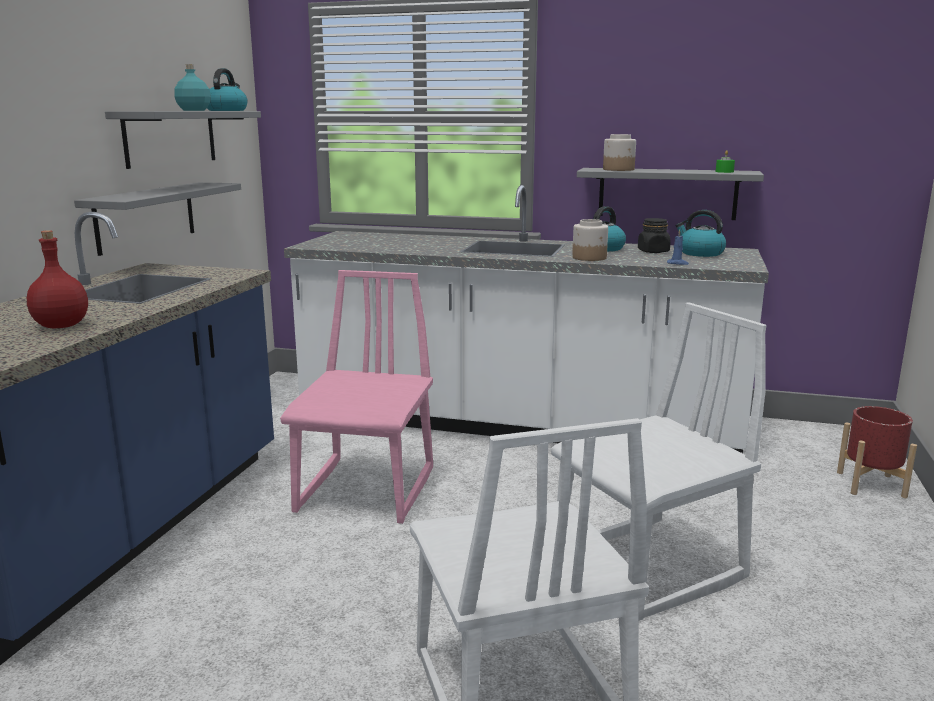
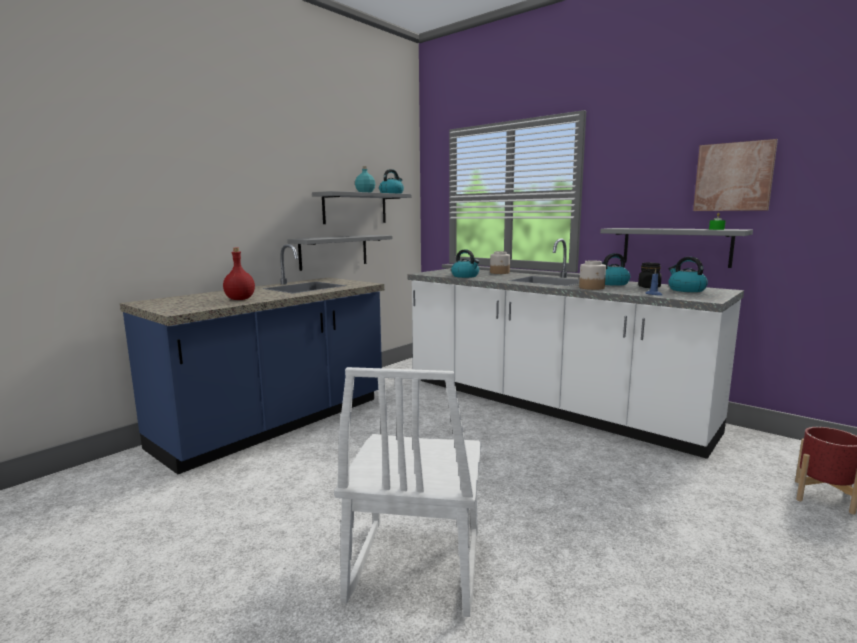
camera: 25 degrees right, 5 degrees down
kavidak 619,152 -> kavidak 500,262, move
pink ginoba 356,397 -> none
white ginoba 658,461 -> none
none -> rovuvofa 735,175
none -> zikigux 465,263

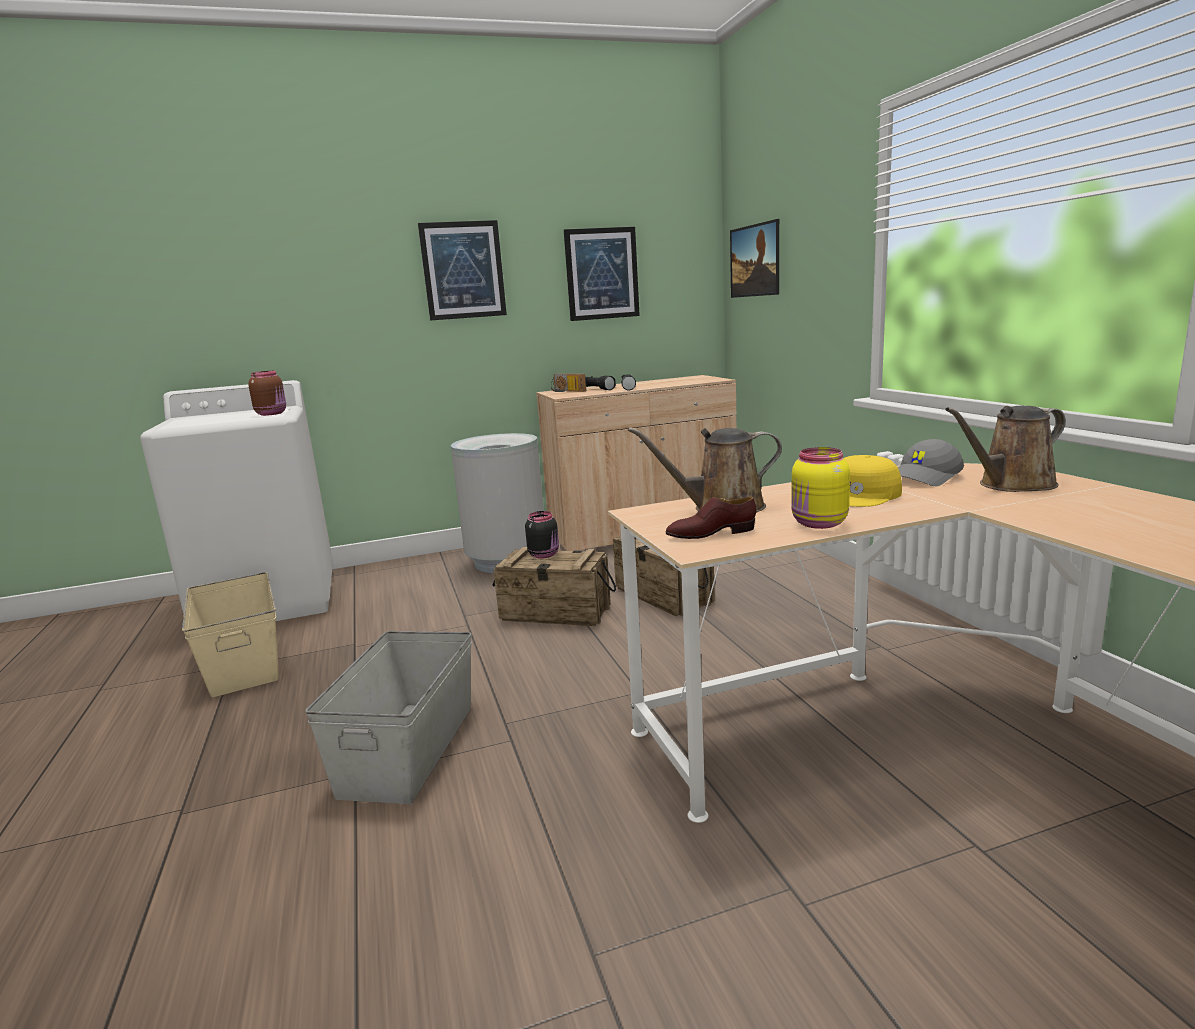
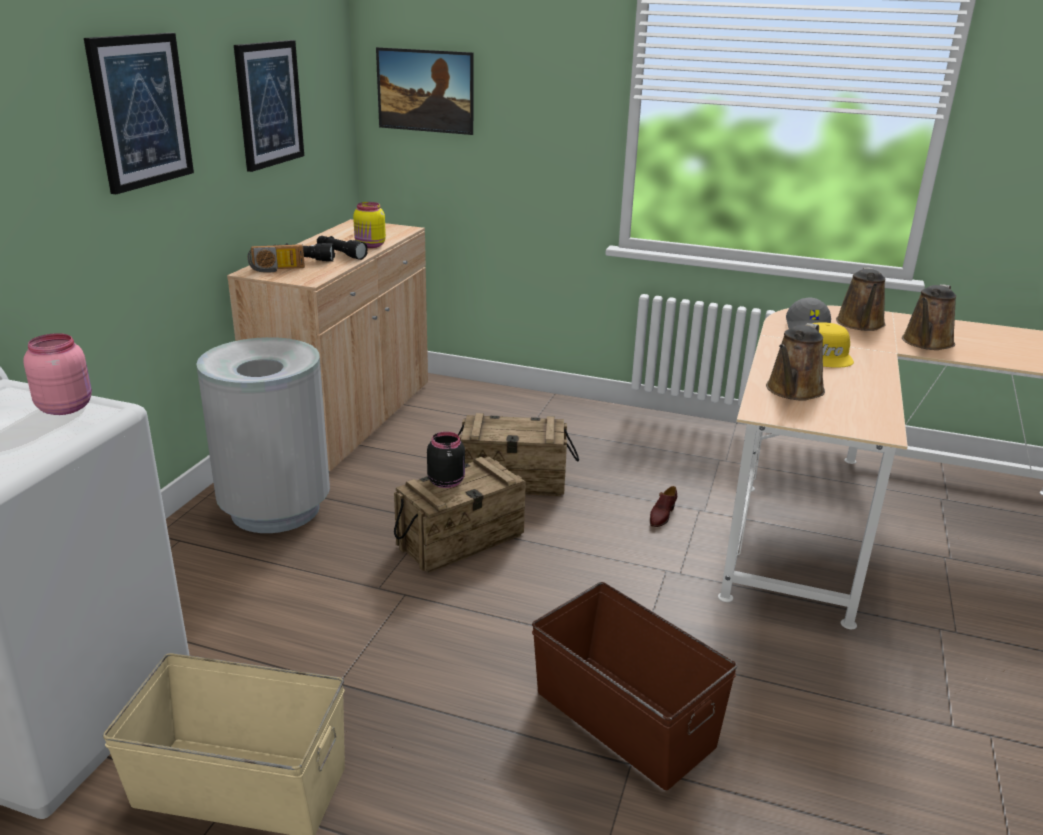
camera: 55 degrees left, 10 degrees up
brown kavidak 267,393 -> pink kavidak 57,374
yellow kavidak 820,488 -> yellow kavidak 369,225, move
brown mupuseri 710,518 -> brown mupuseri 663,506, move
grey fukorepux 388,717 -> brown fukorepux 635,686
none -> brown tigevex 929,317

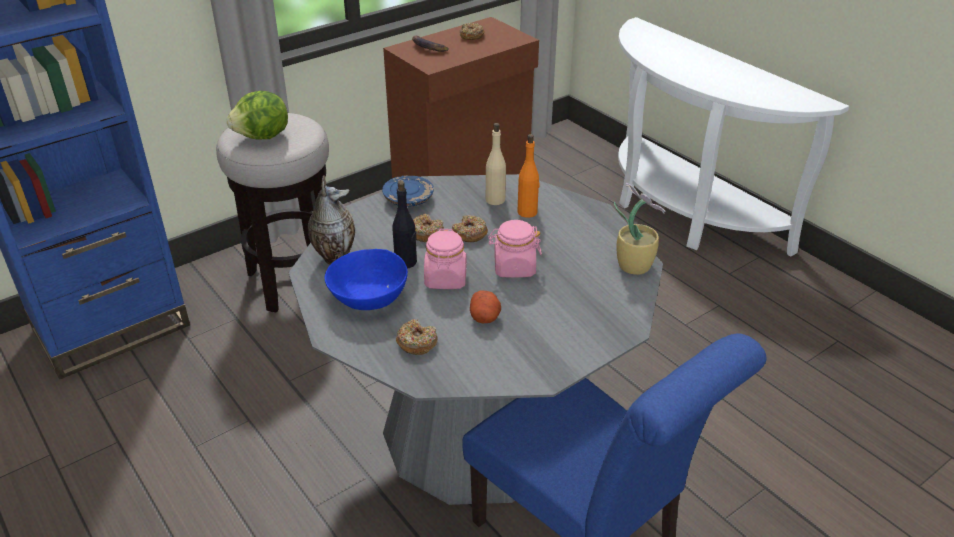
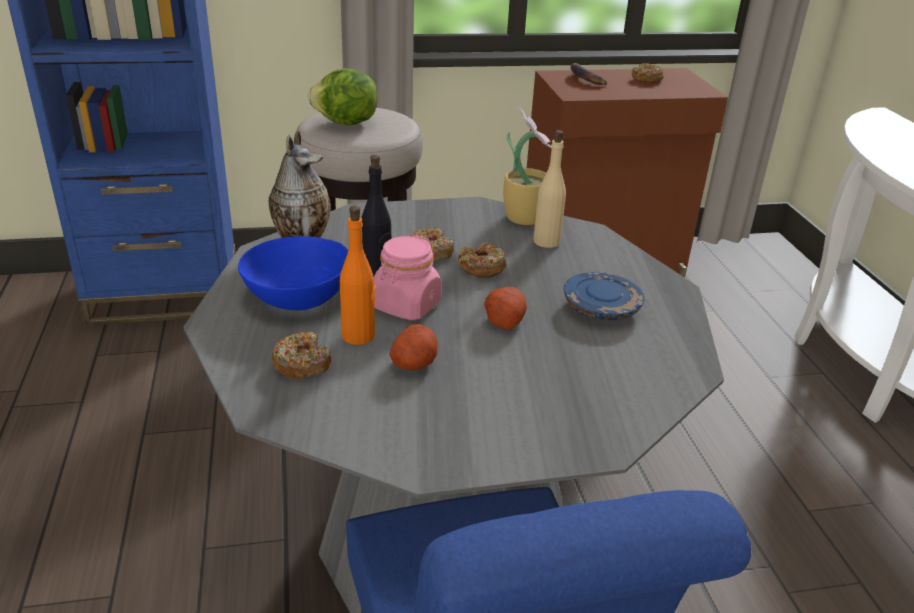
camera: 25 degrees right, 5 degrees down
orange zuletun 528,176 -> orange zuletun 358,275, move
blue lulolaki 408,191 -> blue lulolaki 604,296, move
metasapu 640,229 -> metasapu 527,165, move
pink kavidak 515,249 -> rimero 505,308

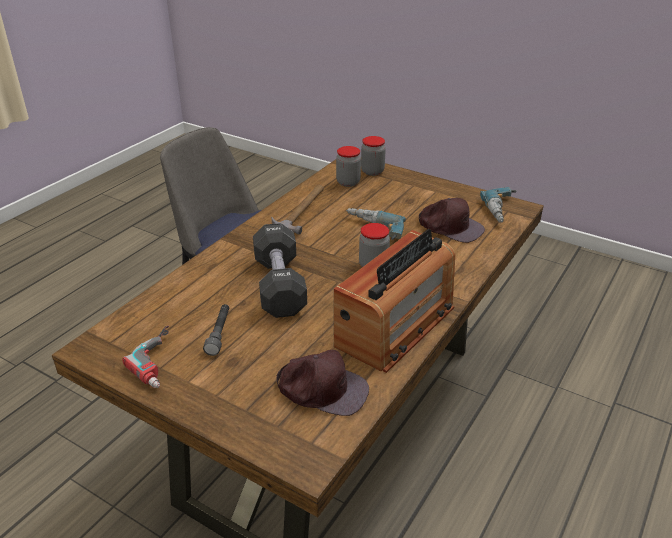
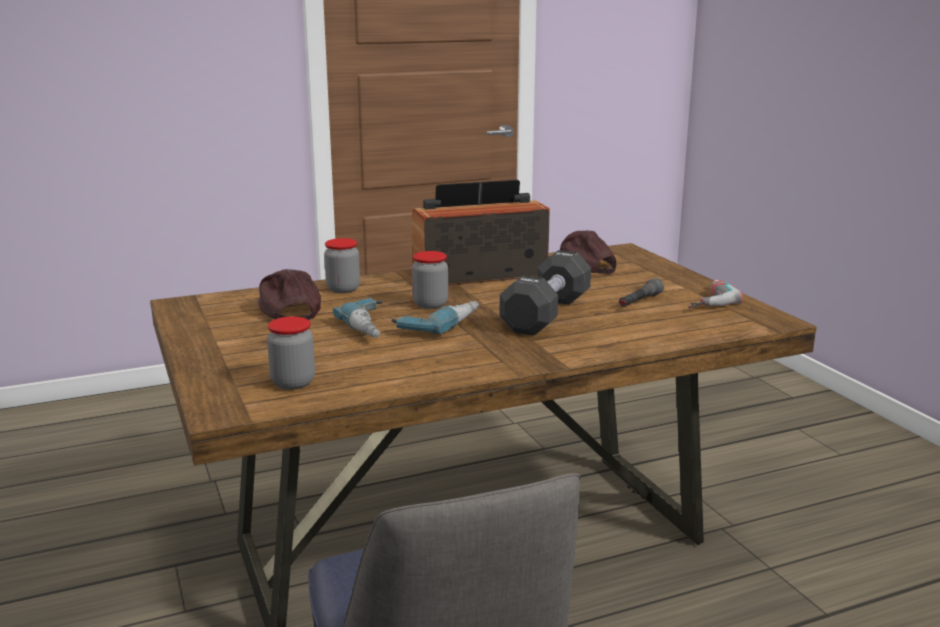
camera: 145 degrees left, 15 degrees down
kavidak 373,156 -> kavidak 342,265, move
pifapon 297,210 -> none
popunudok 498,205 -> popunudok 435,317, move

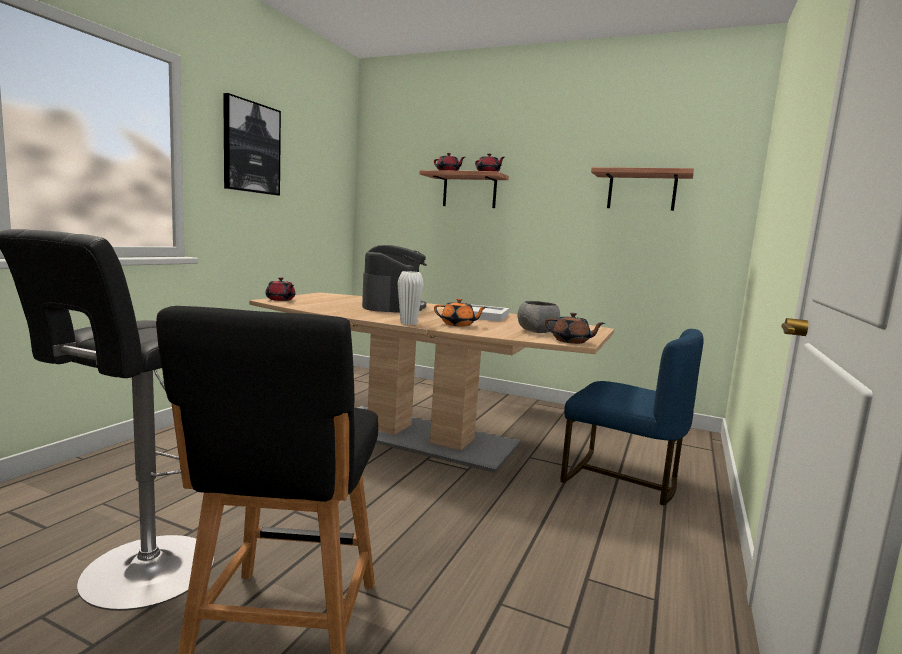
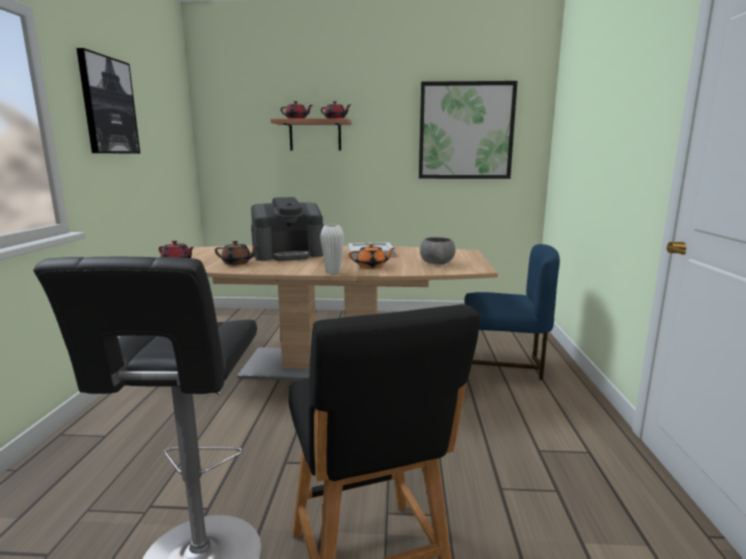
camera: 20 degrees left, 5 degrees up
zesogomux 642,189 -> rovuvofa 468,130
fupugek 394,279 -> fupugek 287,229, 90 degrees clockwise
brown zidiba 575,328 -> brown zidiba 237,253, move

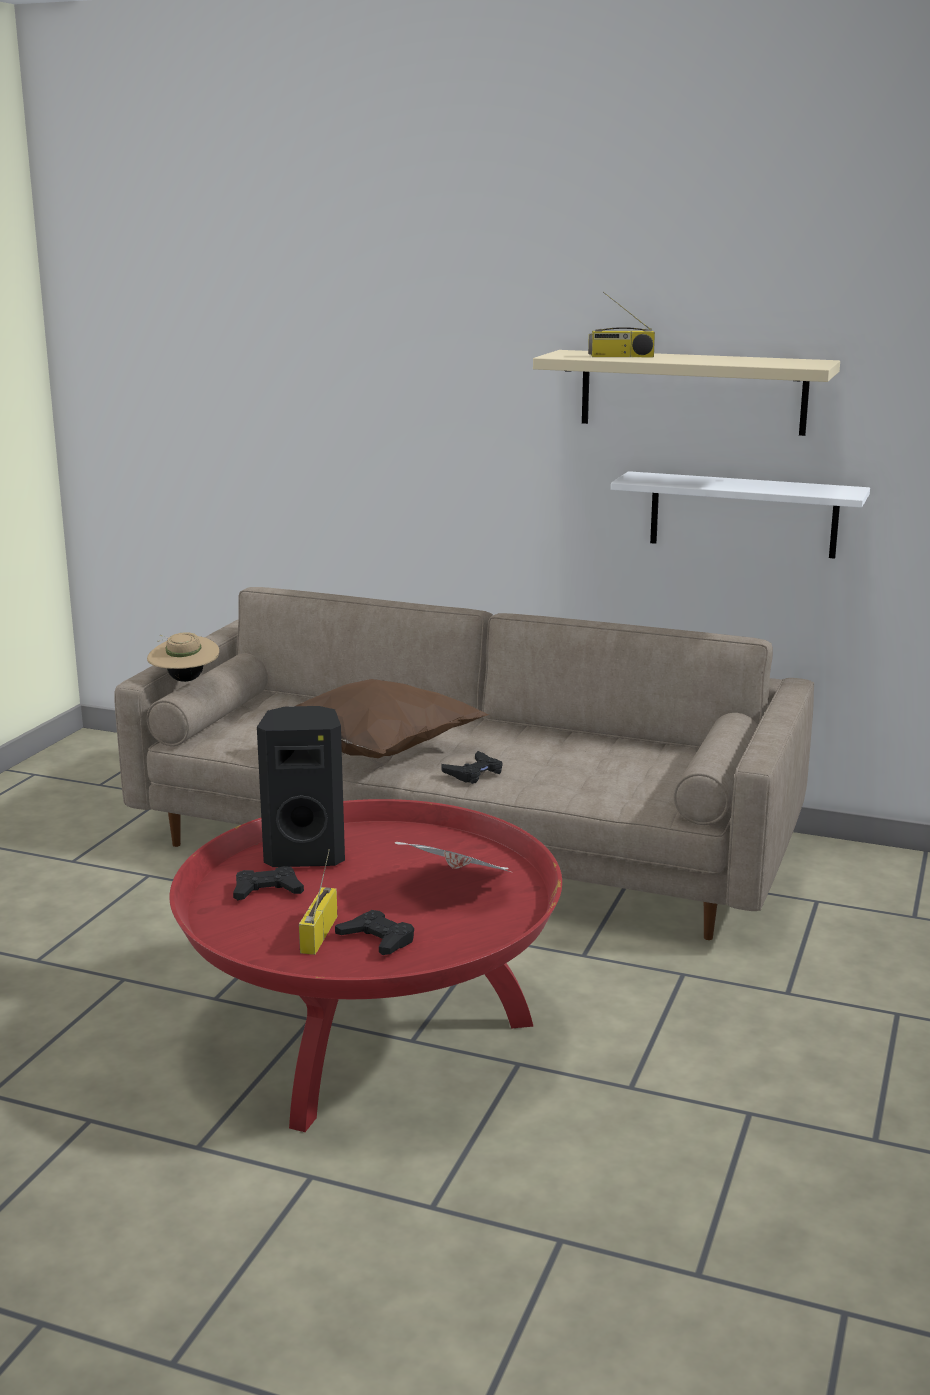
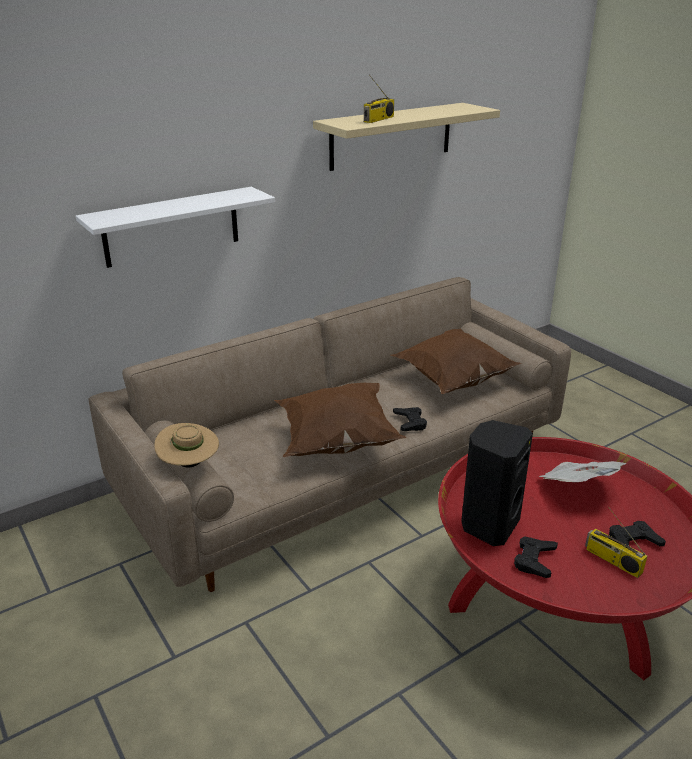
camera: 55 degrees left, 10 degrees up
white zesogomux 740,515 -> white zesogomux 175,227, move
none -> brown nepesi 456,361

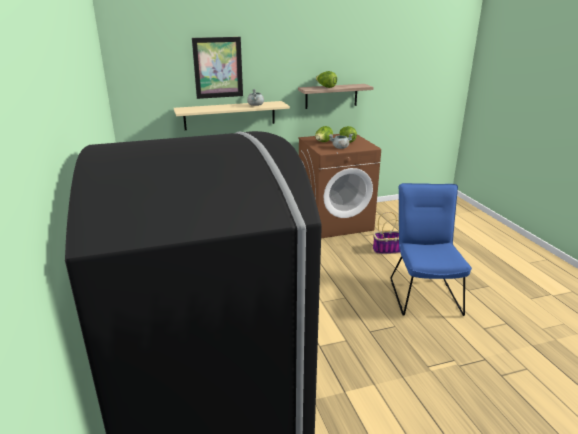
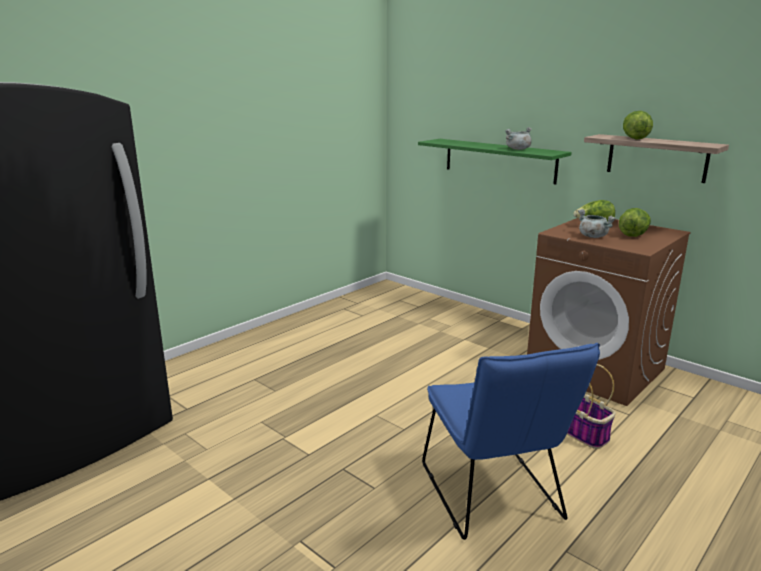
camera: 60 degrees right, 5 degrees down
rovuvofa 217,68 -> none
beige zesogomux 232,115 -> green zesogomux 495,162
blue ginoba 431,249 -> blue ginoba 511,441, 105 degrees clockwise

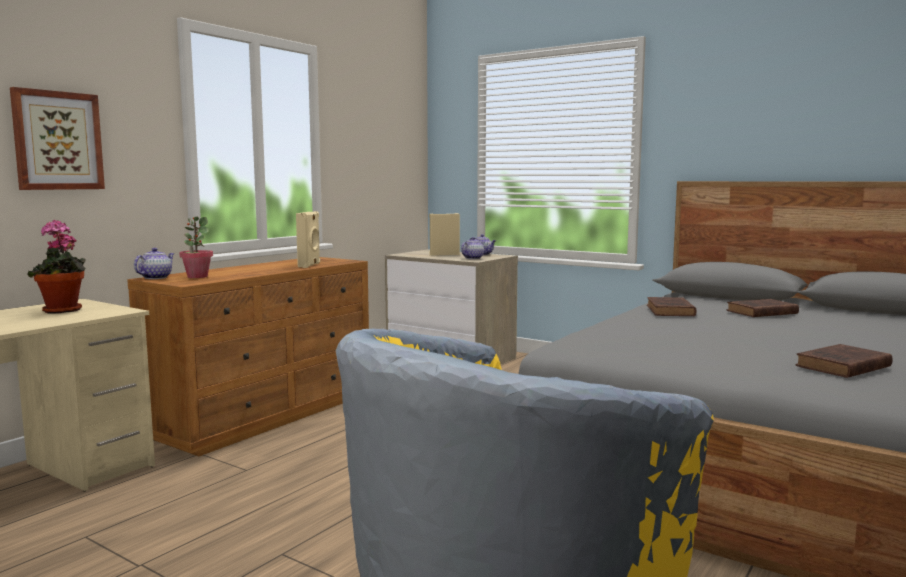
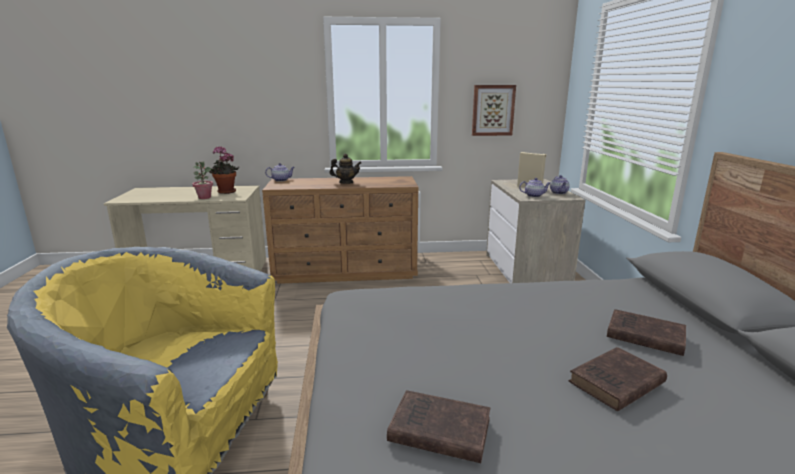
camera: 50 degrees right, 10 degrees up
rovuvofa 57,138 -> rovuvofa 494,110, move
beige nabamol 308,239 -> none
metasapu 196,247 -> metasapu 202,180, move
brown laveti 671,306 -> brown laveti 617,379, move
none -> zidiba 345,169

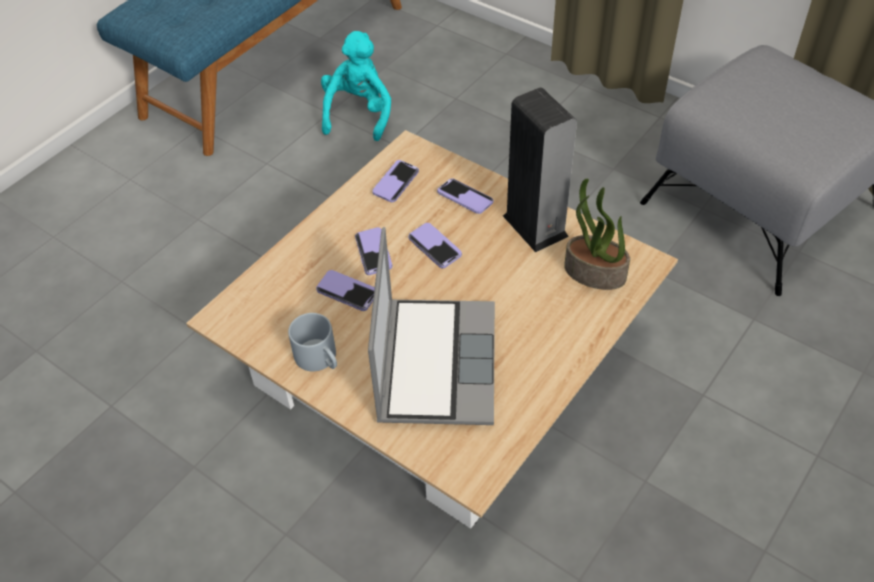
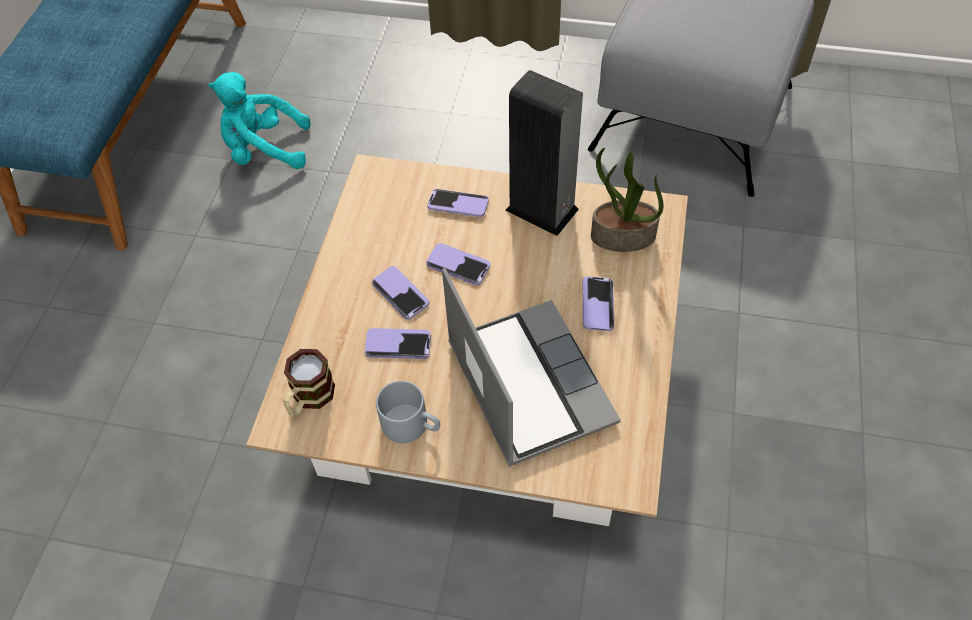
camera: 25 degrees left, 5 degrees up
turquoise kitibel 356,86 -> turquoise kitibel 259,120, 75 degrees counterclockwise
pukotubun 396,181 -> pukotubun 598,303, move
none -> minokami 309,383

